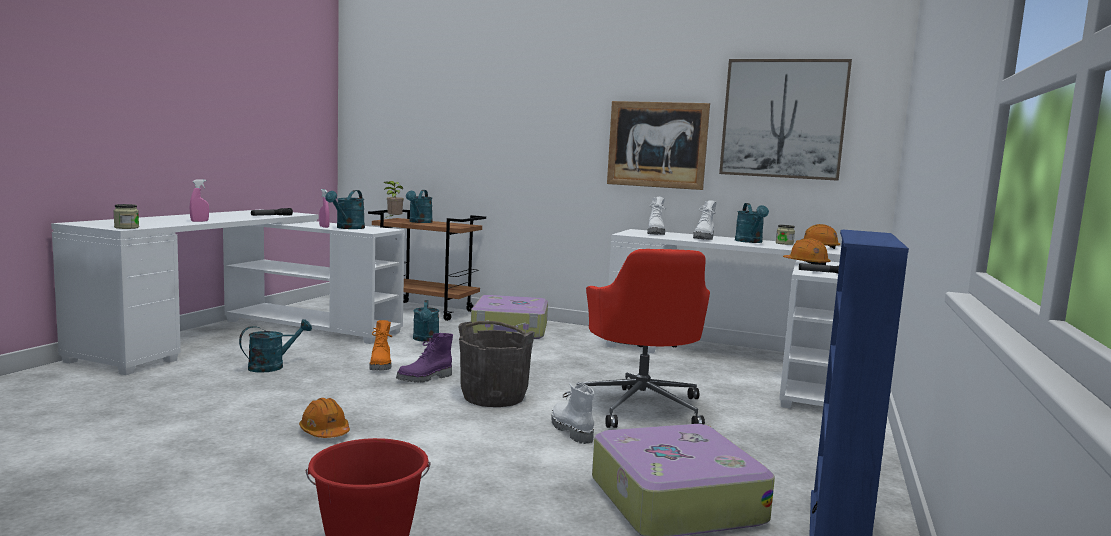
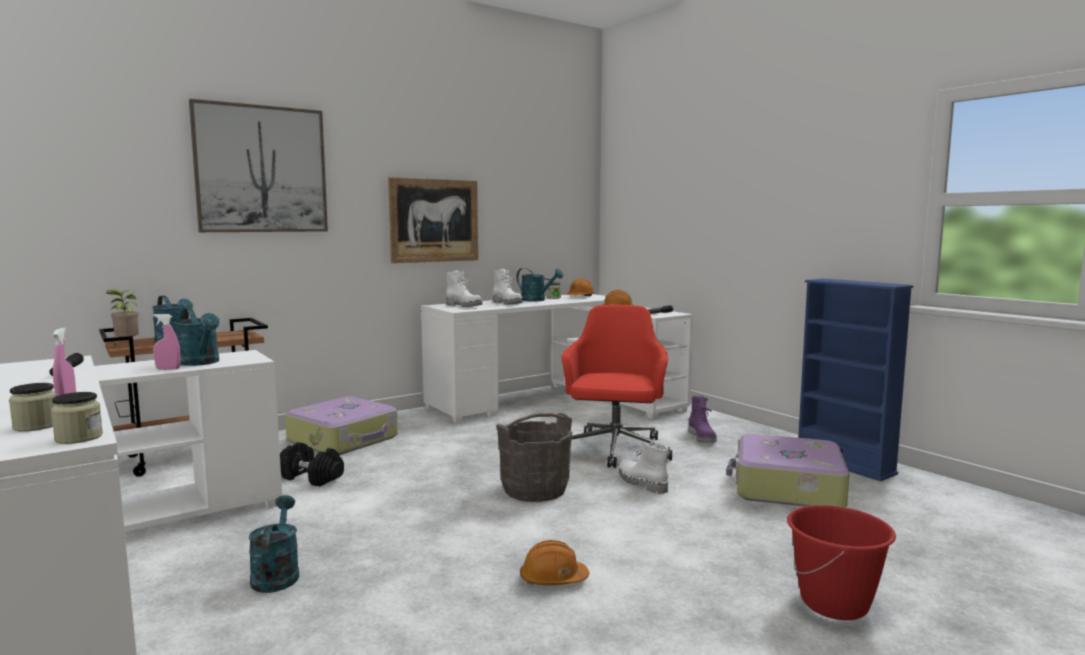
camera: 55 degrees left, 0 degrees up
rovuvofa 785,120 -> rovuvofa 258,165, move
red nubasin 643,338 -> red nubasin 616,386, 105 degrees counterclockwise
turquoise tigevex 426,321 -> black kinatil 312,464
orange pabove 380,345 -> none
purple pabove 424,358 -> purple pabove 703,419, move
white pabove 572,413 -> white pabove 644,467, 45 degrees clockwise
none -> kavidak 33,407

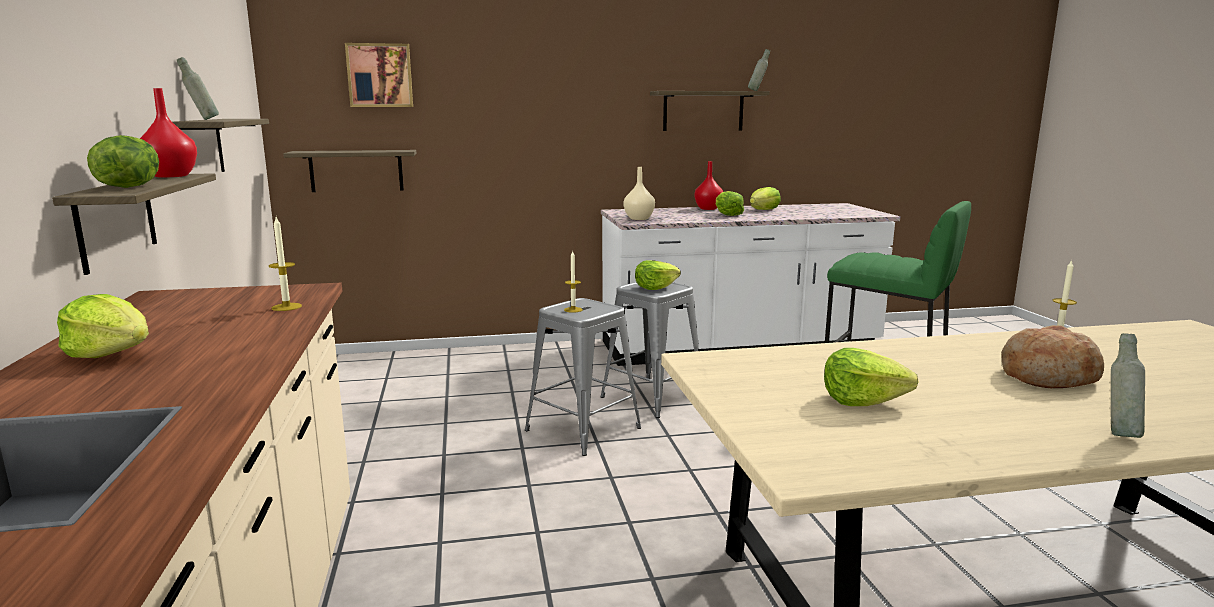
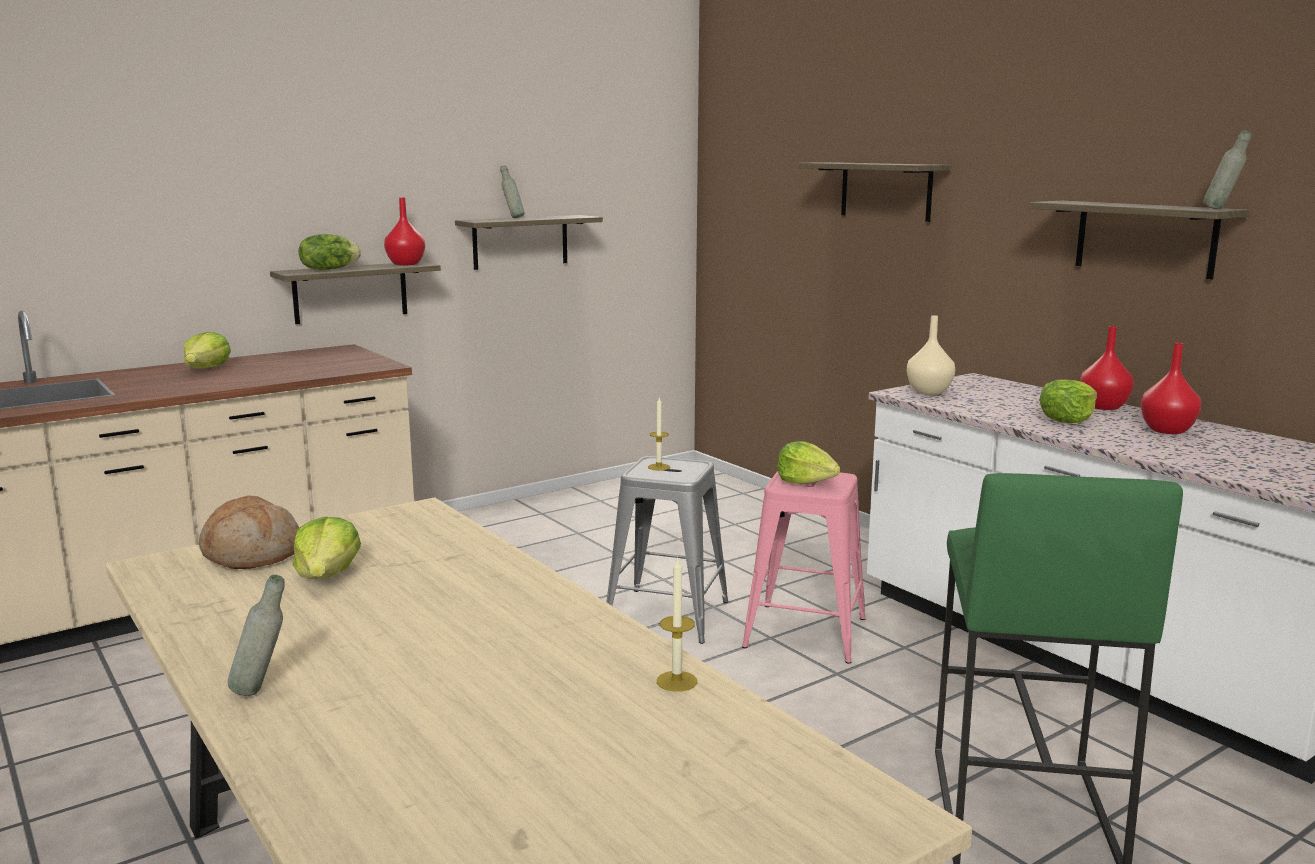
camera: 65 degrees right, 0 degrees up
rovuvofa 379,75 -> none
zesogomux 349,171 -> zesogomux 875,192, move
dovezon 765,198 -> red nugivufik 1171,388
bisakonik 285,264 -> none
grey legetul 649,350 -> pink legetul 804,567
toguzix 1052,356 -> toguzix 249,532, move

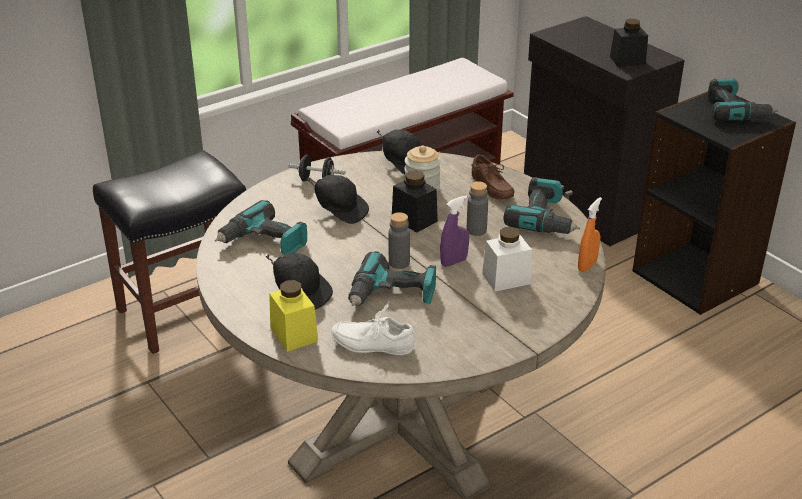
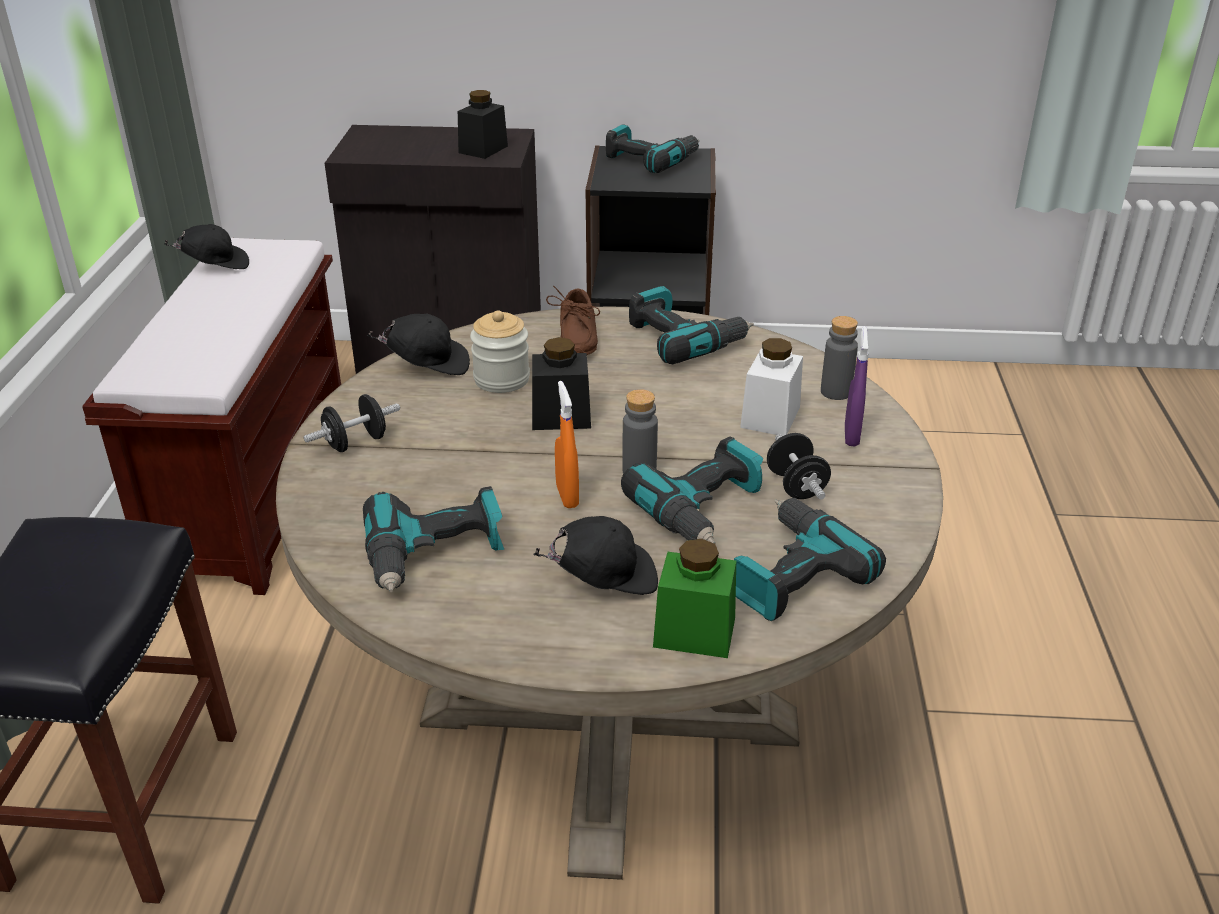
camera: 50 degrees left, 0 degrees up
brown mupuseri 493,177 -> brown mupuseri 573,320, 75 degrees clockwise
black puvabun 338,199 -> black puvabun 206,246, move
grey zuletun 477,208 -> grey zuletun 839,358, move
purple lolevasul 454,231 -> purple lolevasul 857,386, move
orange lolevasul 590,234 -> orange lolevasul 567,444, move
yellow kavidak 293,316 -> green kavidak 694,598
white mupuseri 373,328 -> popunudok 810,559
none -> black kinatil 799,466

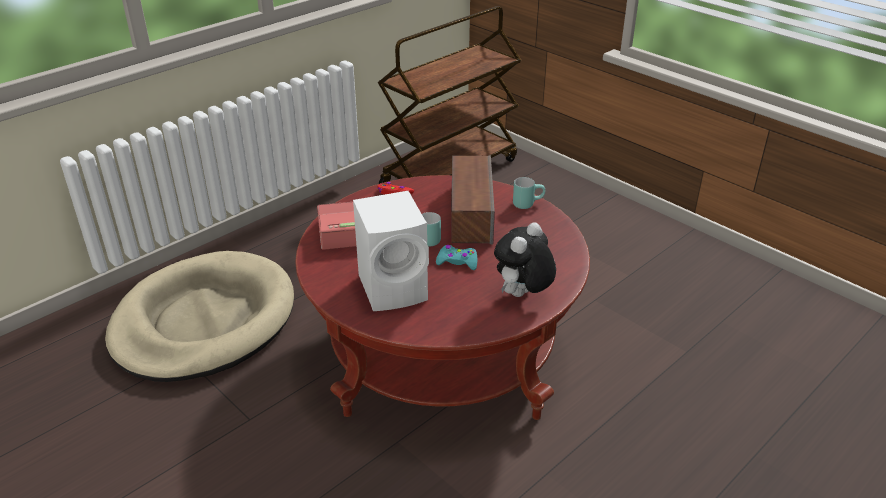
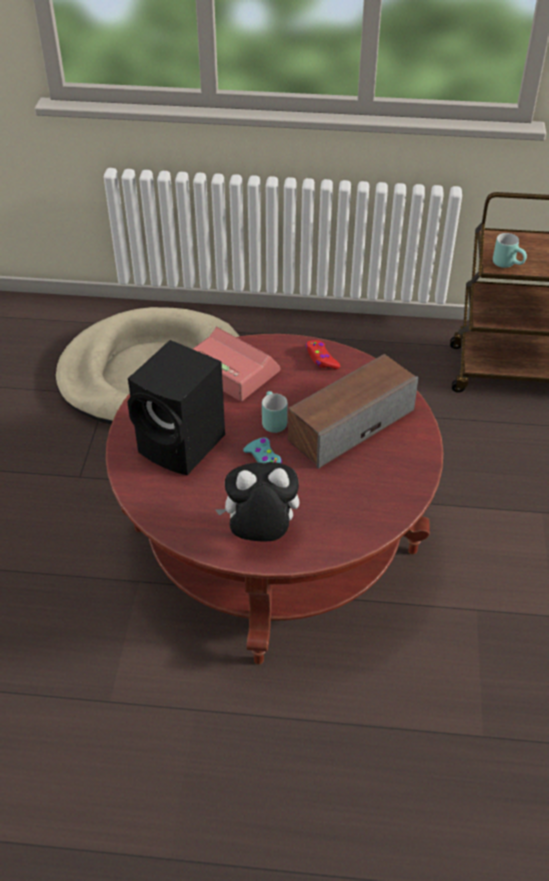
camera: 50 degrees right, 10 degrees up
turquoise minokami 529,193 -> turquoise minokami 510,250, move
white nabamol 391,251 -> black nabamol 176,408

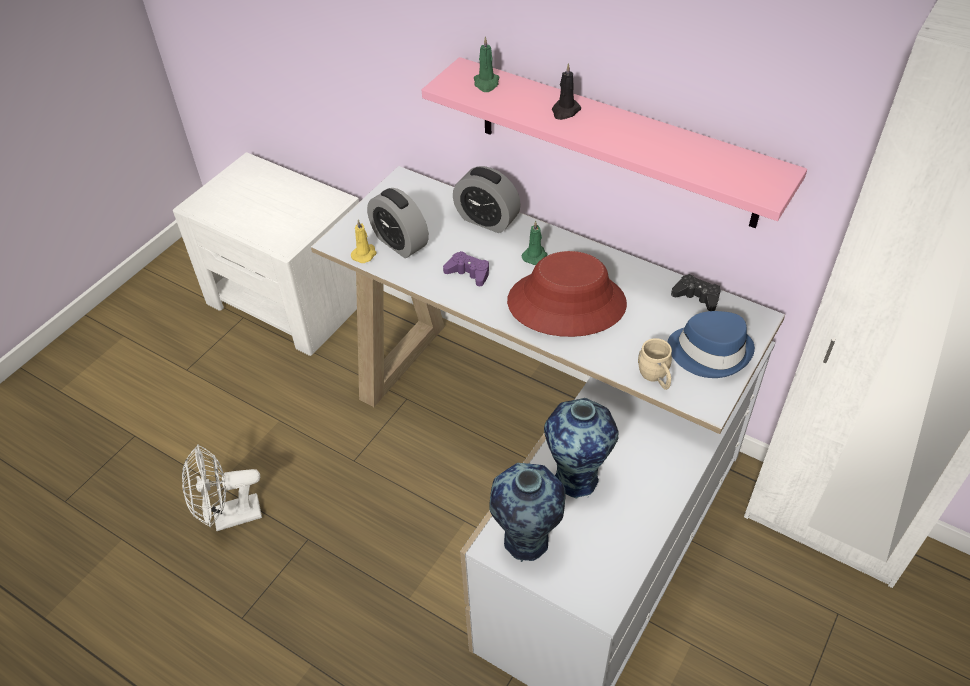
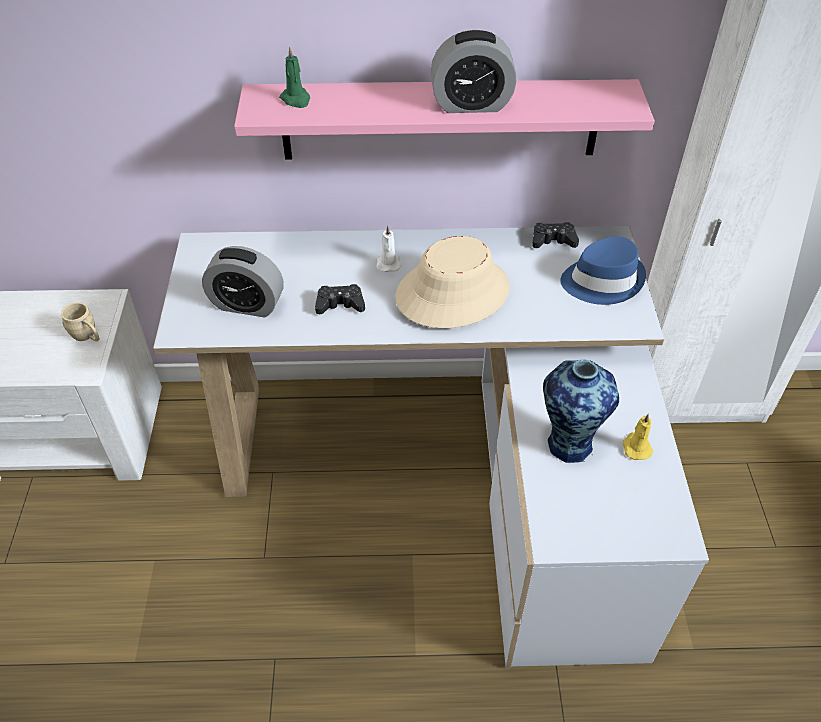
camera: 35 degrees left, 0 degrees up
black bisakonik 566,91 -> none
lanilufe 487,199 -> lanilufe 473,71, move
yellow bisakonik 364,241 -> yellow bisakonik 638,436, move
green bisakonik 534,243 -> white bisakonik 389,249
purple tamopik 466,268 -> black tamopik 340,299
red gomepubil 567,294 -> beige gomepubil 452,282
beige minokami 655,364 -> beige minokami 80,322, move
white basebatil 222,487 -> none
nugivufik 527,512 -> none

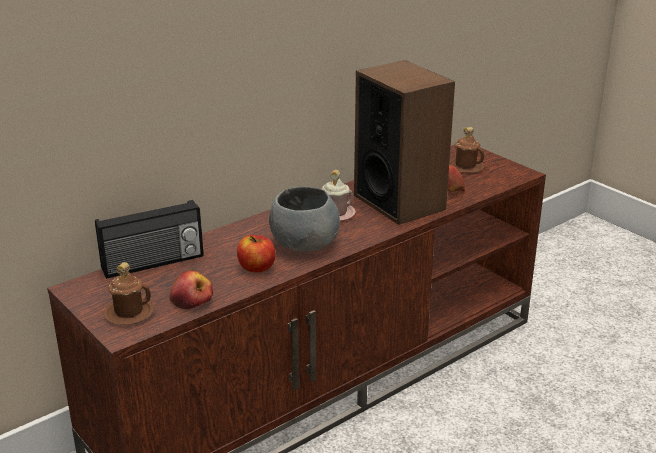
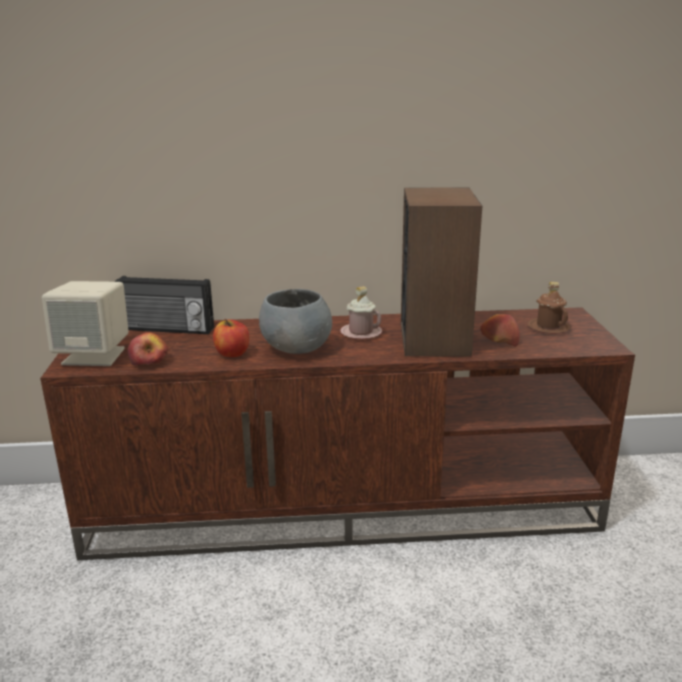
camera: 35 degrees right, 5 degrees down
brown minokami 128,293 -> beige nabamol 85,323

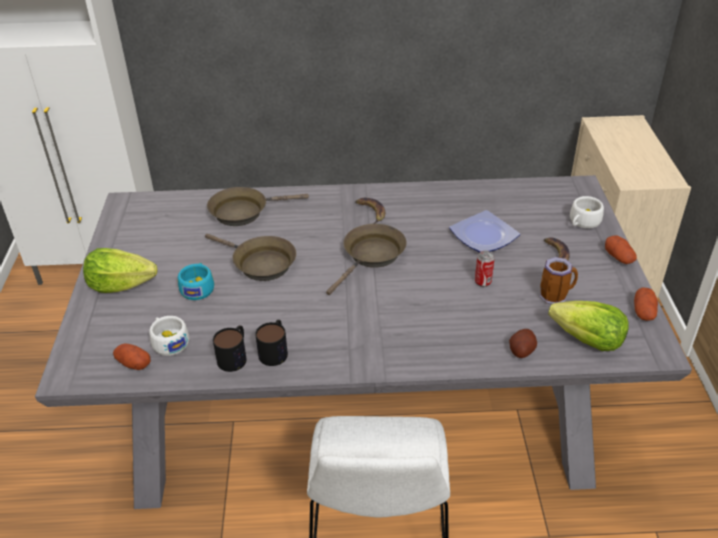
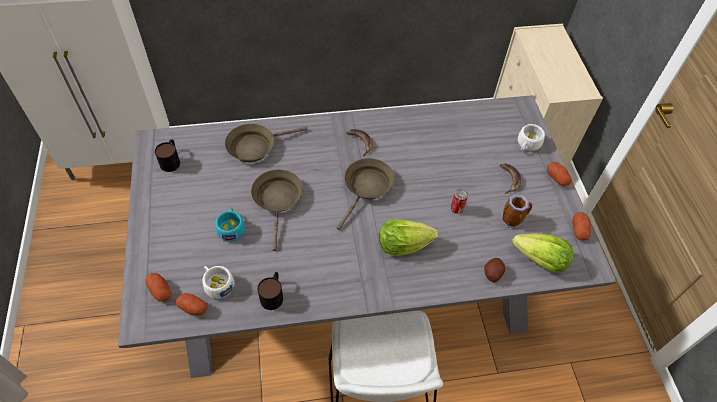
camera: 10 degrees left, 15 degrees up
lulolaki 484,231 -> none
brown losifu 250,257 -> brown losifu 277,210, 120 degrees counterclockwise
dovezon 120,270 -> dovezon 408,237, move
minokami 271,343 -> minokami 167,155, move
none -> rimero 158,287

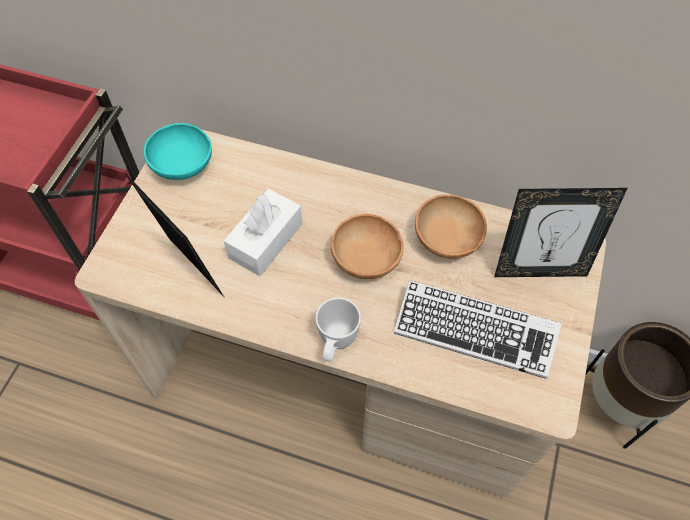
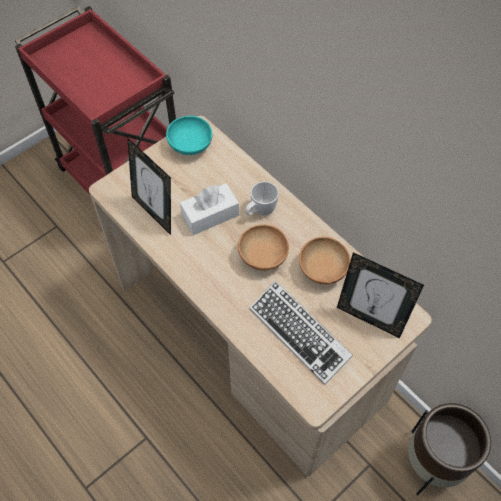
camera: 30 degrees right, 0 degrees up
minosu 174,235 -> minosu 149,186, 150 degrees clockwise
white minokami 338,330 -> white minokami 262,198, move

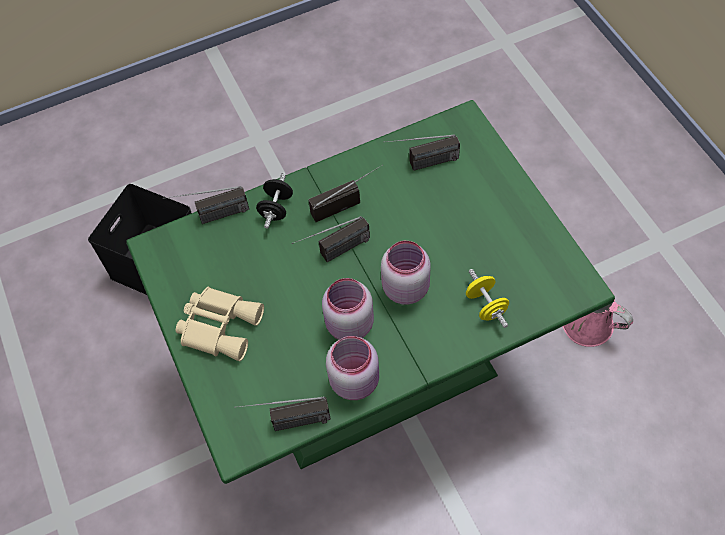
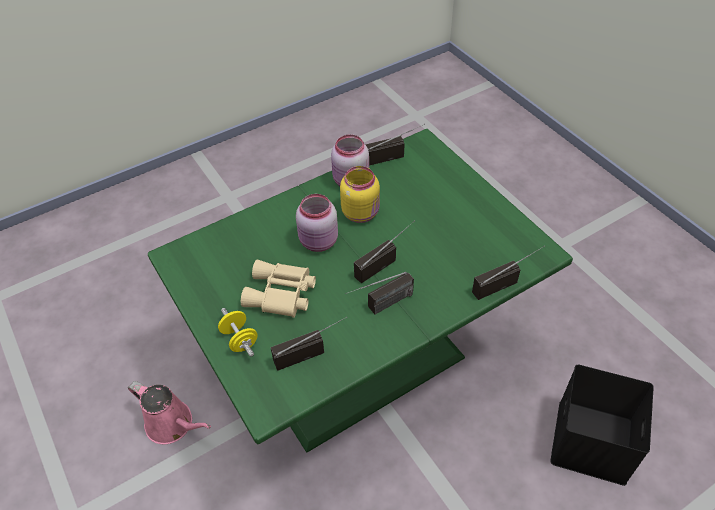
camera: 170 degrees right, 10 degrees down
black kinatil 274,201 -> none
yellow kinatil 487,298 -> yellow kinatil 238,332, move
pink kavidak 348,309 -> yellow kavidak 360,194
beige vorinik 220,324 -> beige vorinik 278,289, move

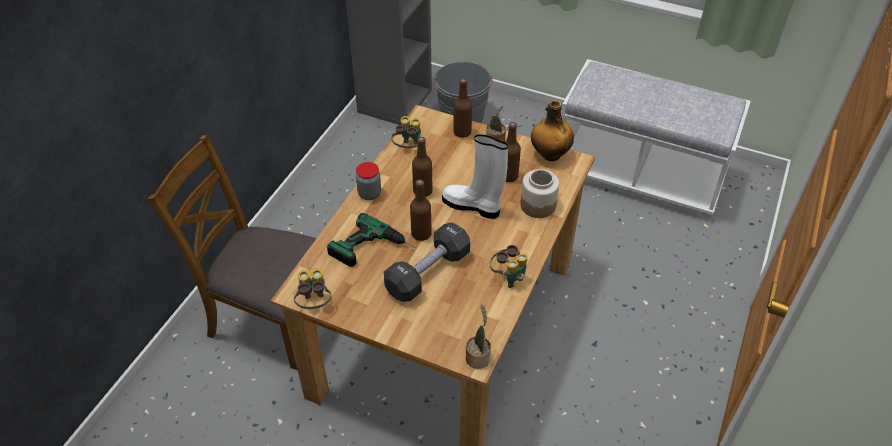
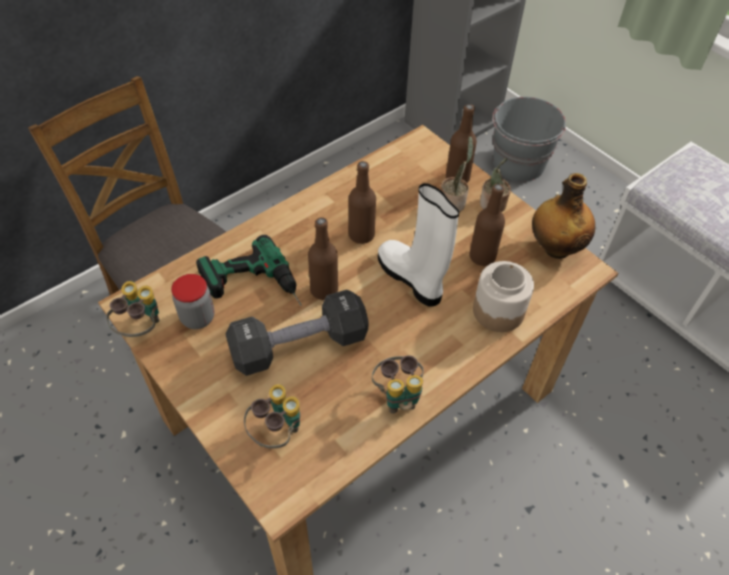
camera: 25 degrees right, 5 degrees up
vorinik 406,132 -> vorinik 272,416, move
kavidak 368,181 -> kavidak 193,301, move
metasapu 478,337 -> metasapu 457,174, move

